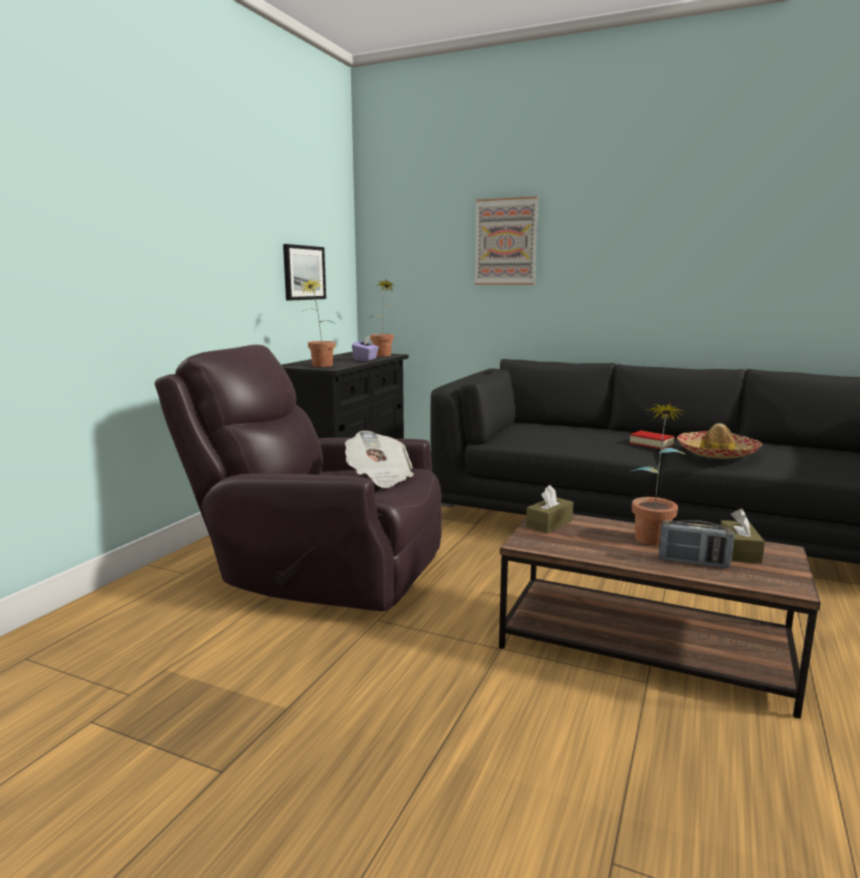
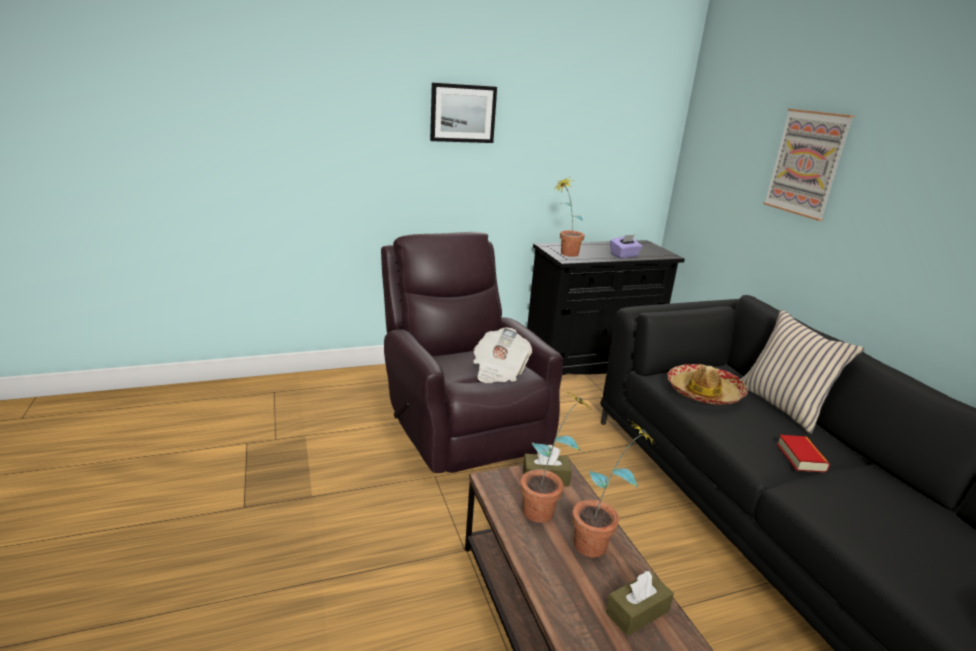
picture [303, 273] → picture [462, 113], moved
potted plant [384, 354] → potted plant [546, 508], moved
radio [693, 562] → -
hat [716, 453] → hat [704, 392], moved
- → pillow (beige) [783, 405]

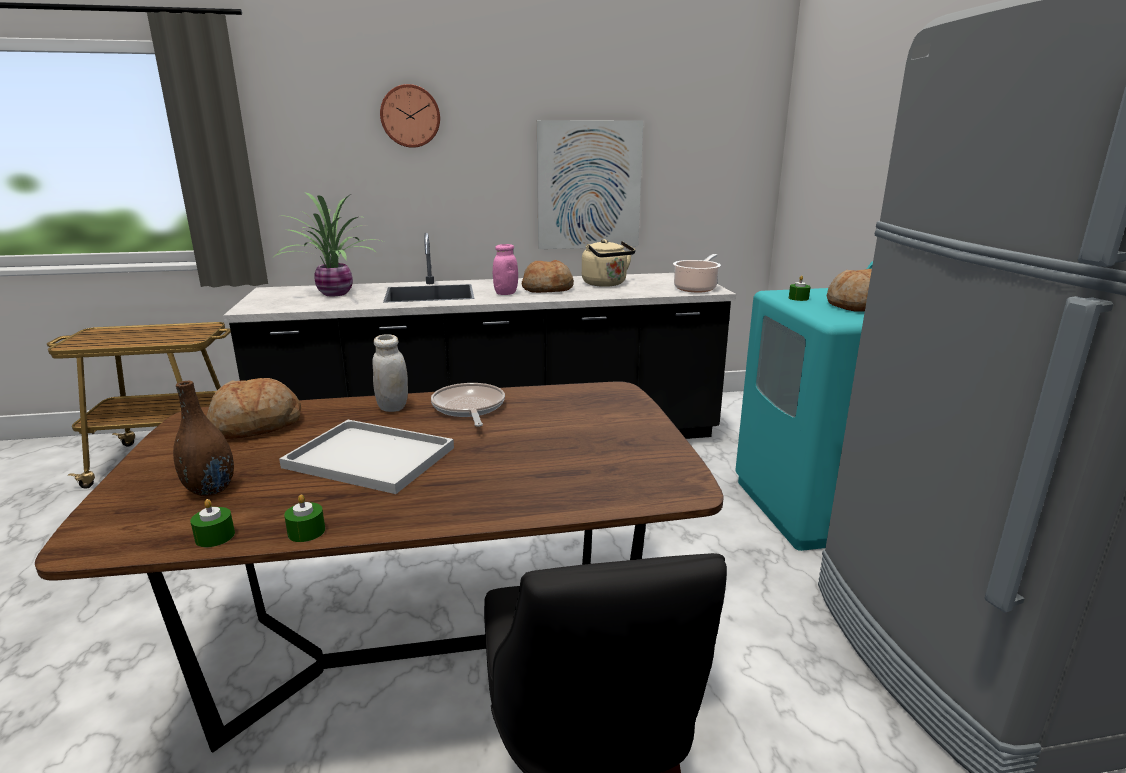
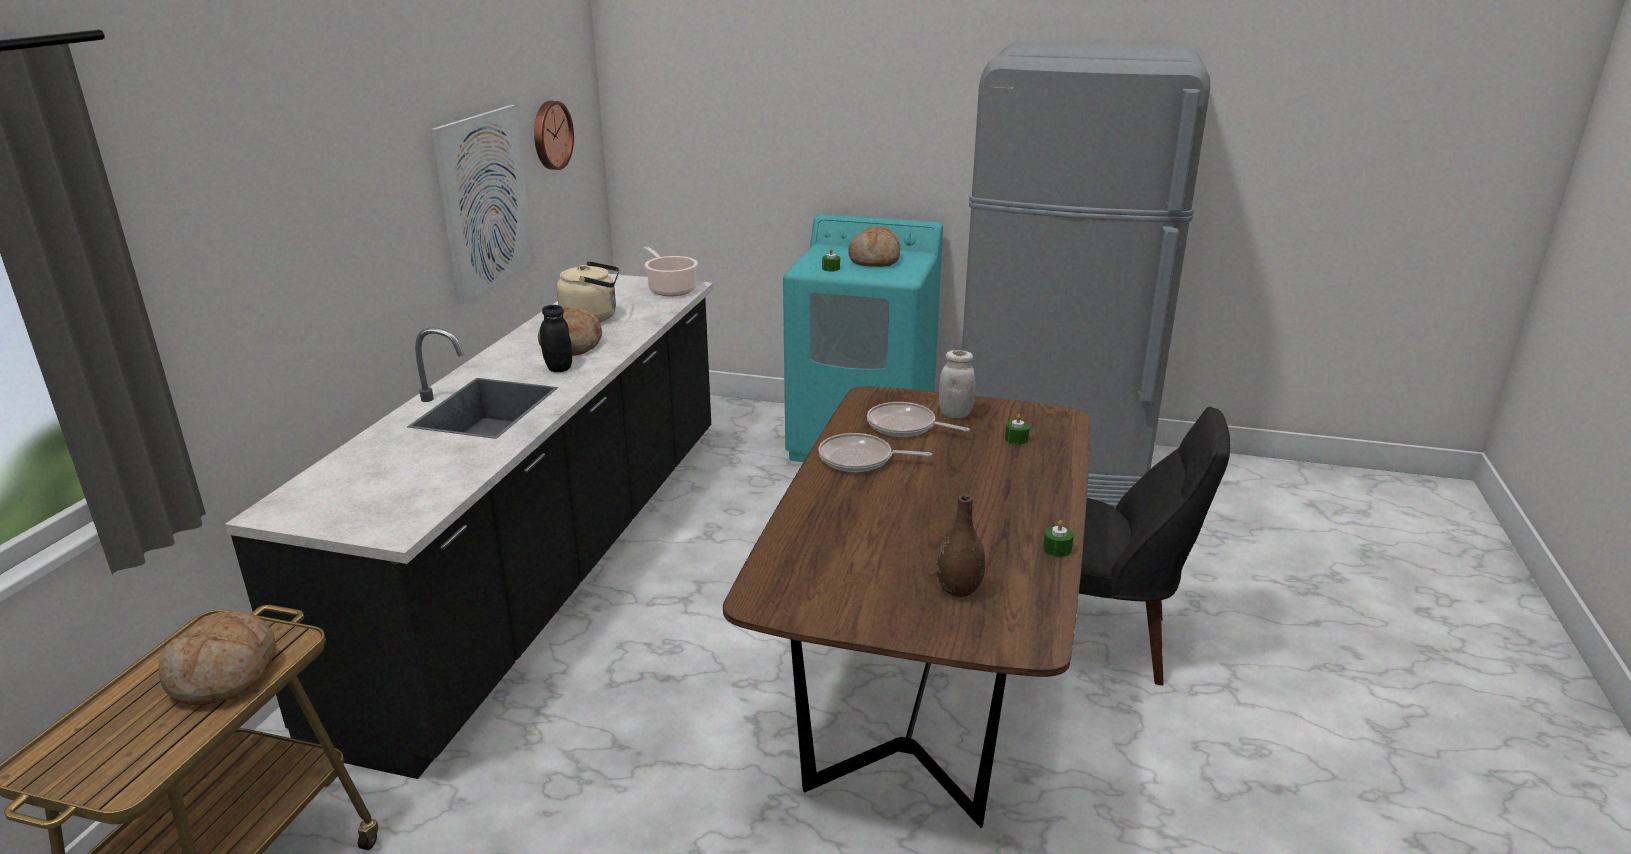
candle (green) [215, 537] → candle (green) [1016, 439], moved
bread [255, 425] → bread [225, 674], moved
potted plant [335, 294] → -
tray (white) [366, 458] → -
jar (white) [393, 407] → jar (white) [955, 414], moved
wall clock [410, 116] → wall clock [550, 135], moved
jar (pink) [505, 293] → jar (black) [559, 368]
- → frying pan [905, 426]

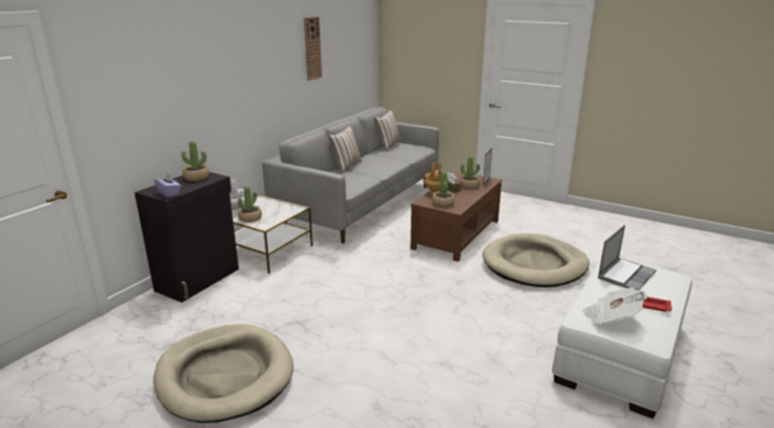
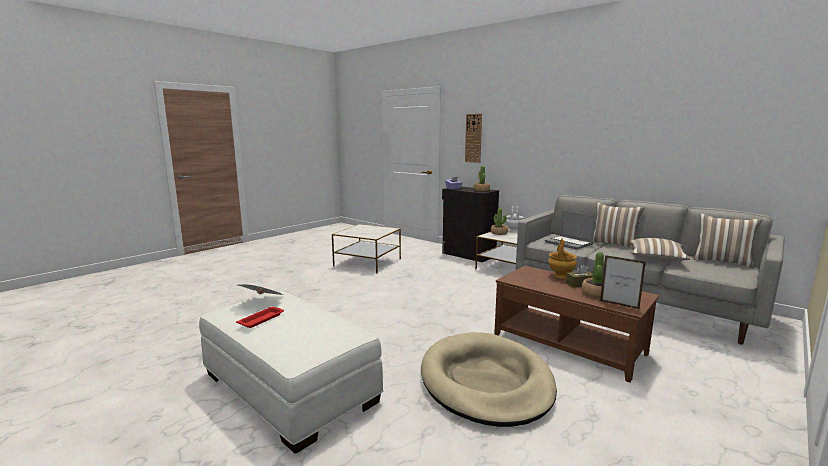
dog bed (beige) [225, 376] → side table [367, 262]
wall clock [312, 48] → wall clock [473, 138], moved
potted plant [443, 203] → -
laptop [625, 275] → laptop [569, 243], moved
- → pillow [656, 259]

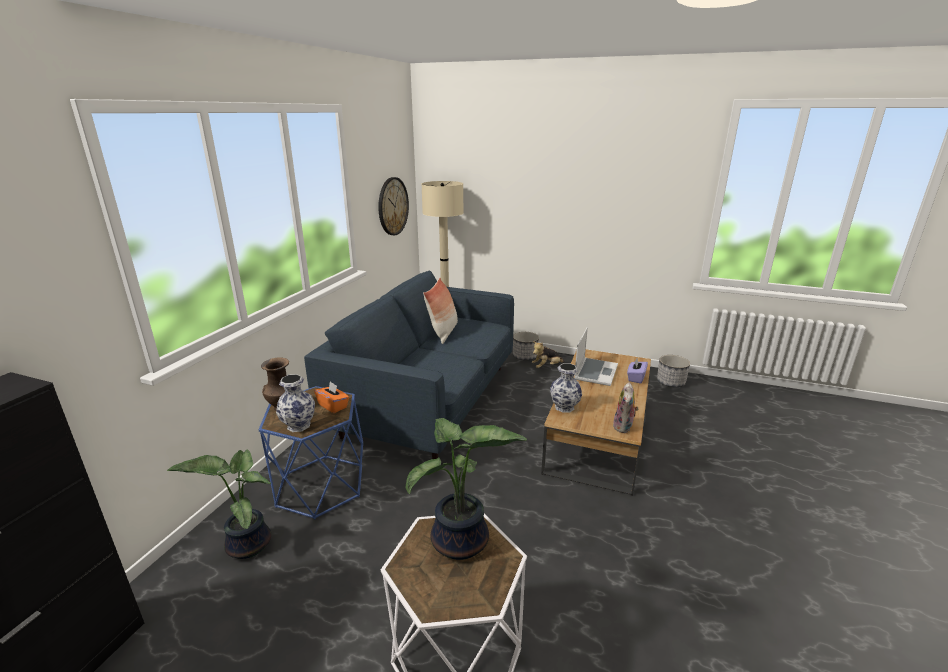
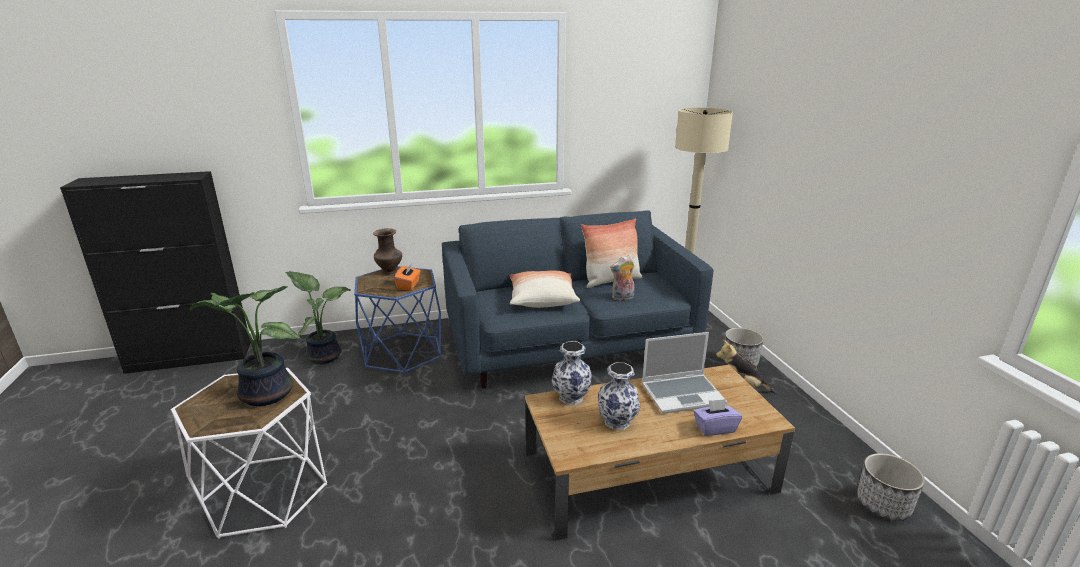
vase [299, 425] → vase [618, 421], moved
wall clock [392, 206] → -
plush toy [624, 427] → plush toy [622, 298], moved
- → pillow [542, 299]

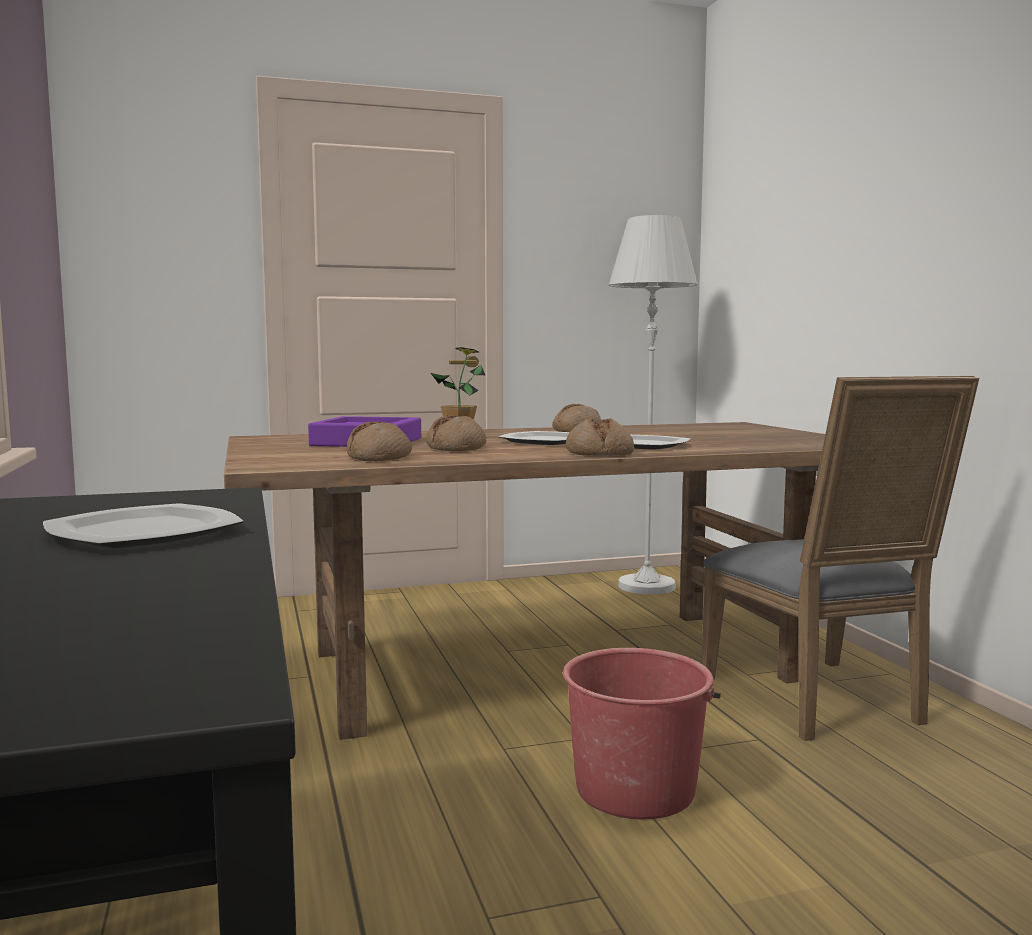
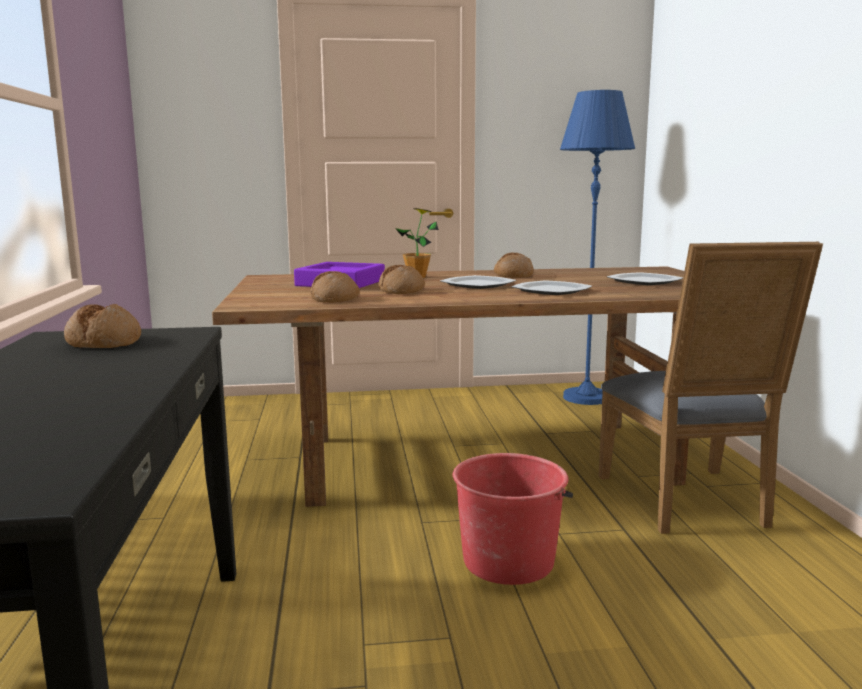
plate [143, 533] → plate [644, 281], moved
bread [599, 453] → bread [104, 342], moved
floor lamp (white) [646, 586] → floor lamp (blue) [586, 397]

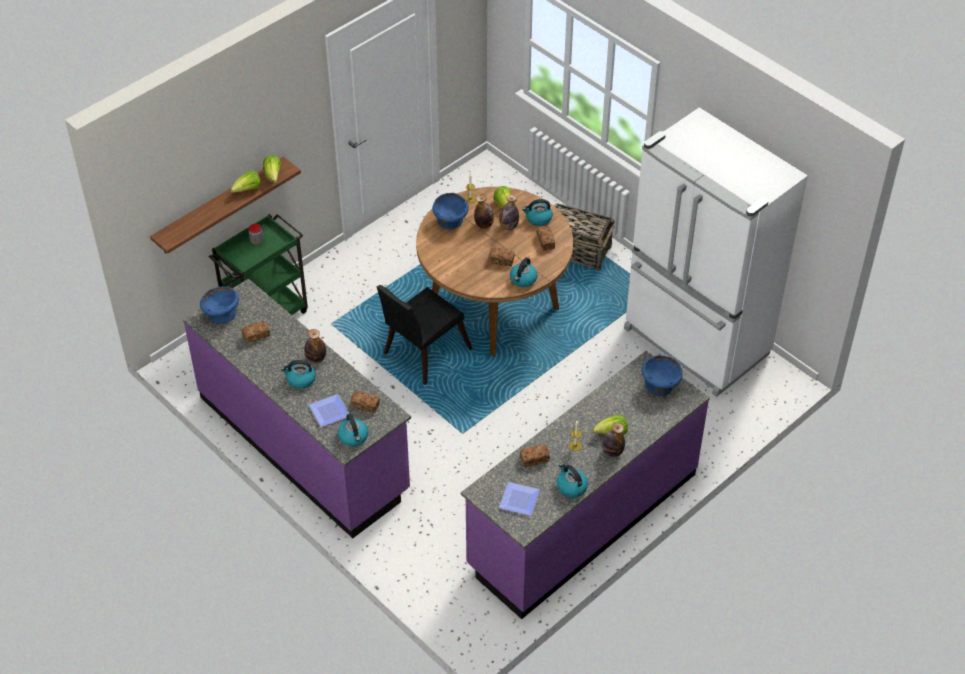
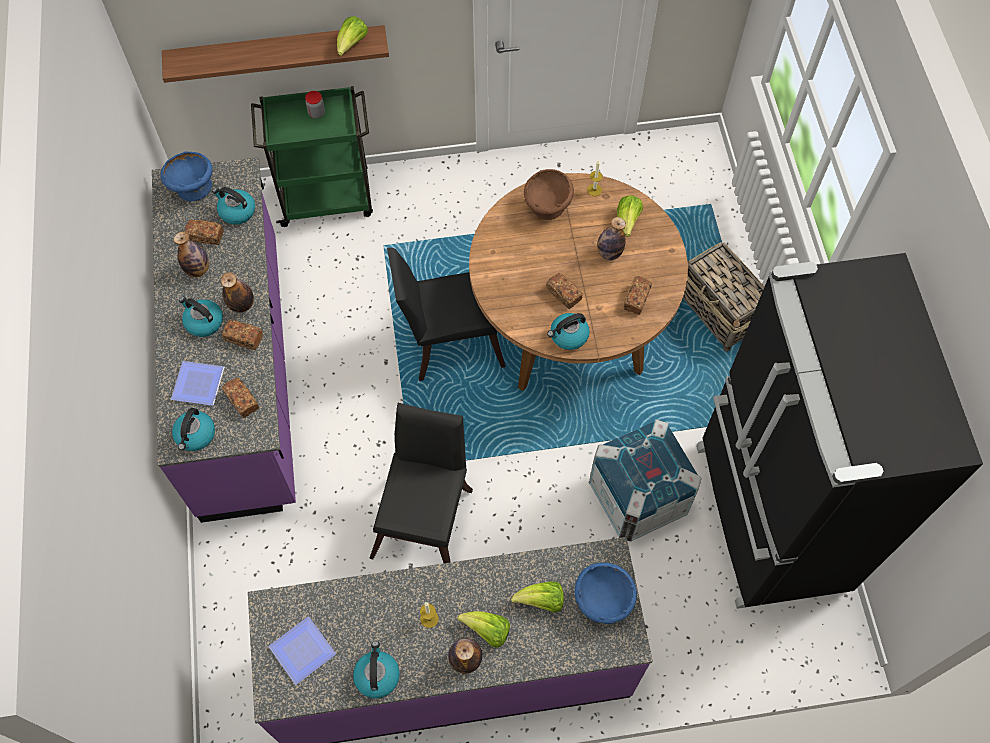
lettuce [248, 190] → lettuce [541, 601], moved
bowl (blue) [451, 221] → bowl (brown) [547, 207]
bottle [484, 225] → bottle [198, 269], moved
bread [534, 459] → bread [243, 338], moved
kettle [538, 218] → kettle [236, 211], moved
fridge (white) [695, 343] → fridge (black) [767, 518]
- → chair (black) [425, 516]
- → crate [638, 496]

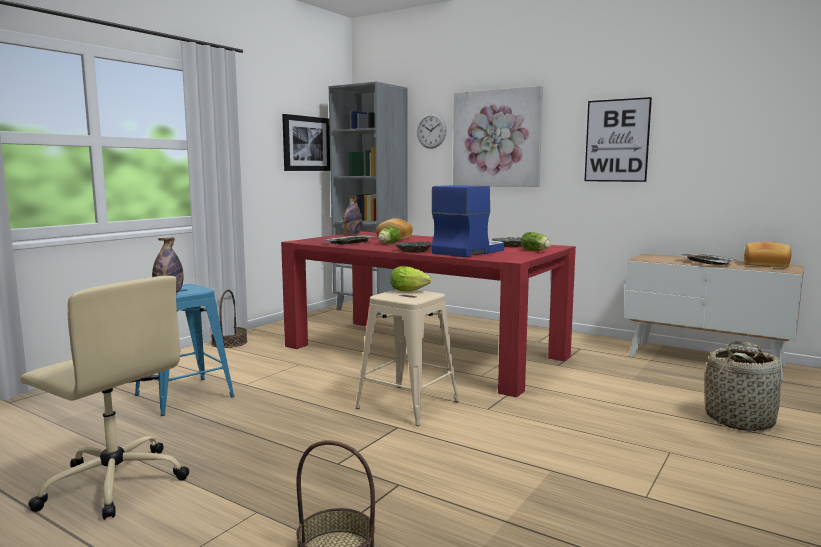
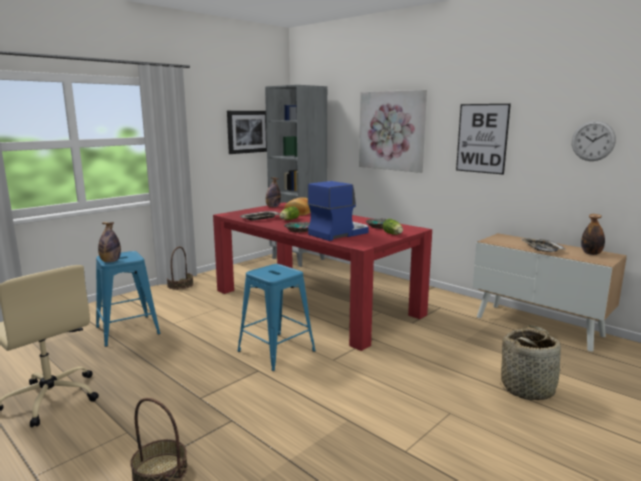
stool (beige) [408, 405] → stool (blue) [277, 351]
lettuce [411, 291] → -
wall clock [431, 131] → wall clock [593, 141], moved
bread [766, 265] → bottle [591, 253]

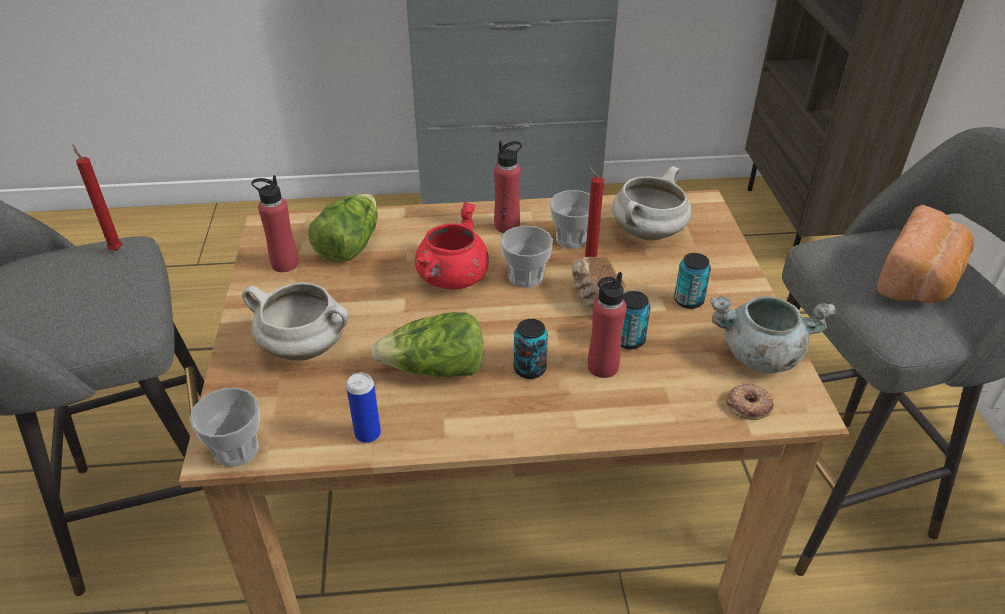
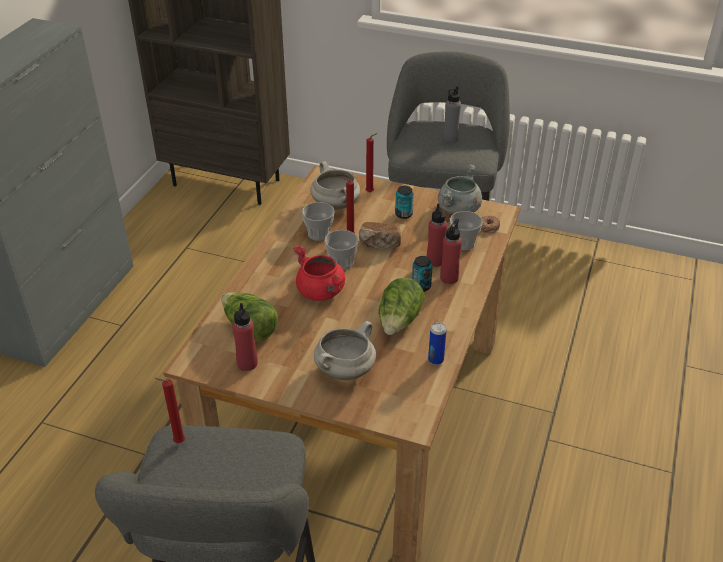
cup [236, 450] → cup [463, 243], moved
bottle (red) [507, 226] → bottle (red) [449, 278], moved
can [629, 340] → -
bread [919, 280] → bottle (grey) [450, 139]
- → candle (red) [371, 192]

